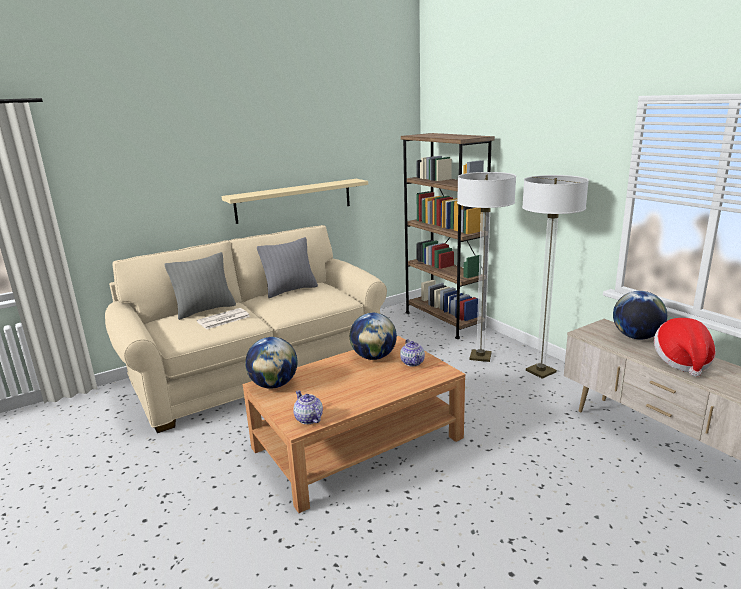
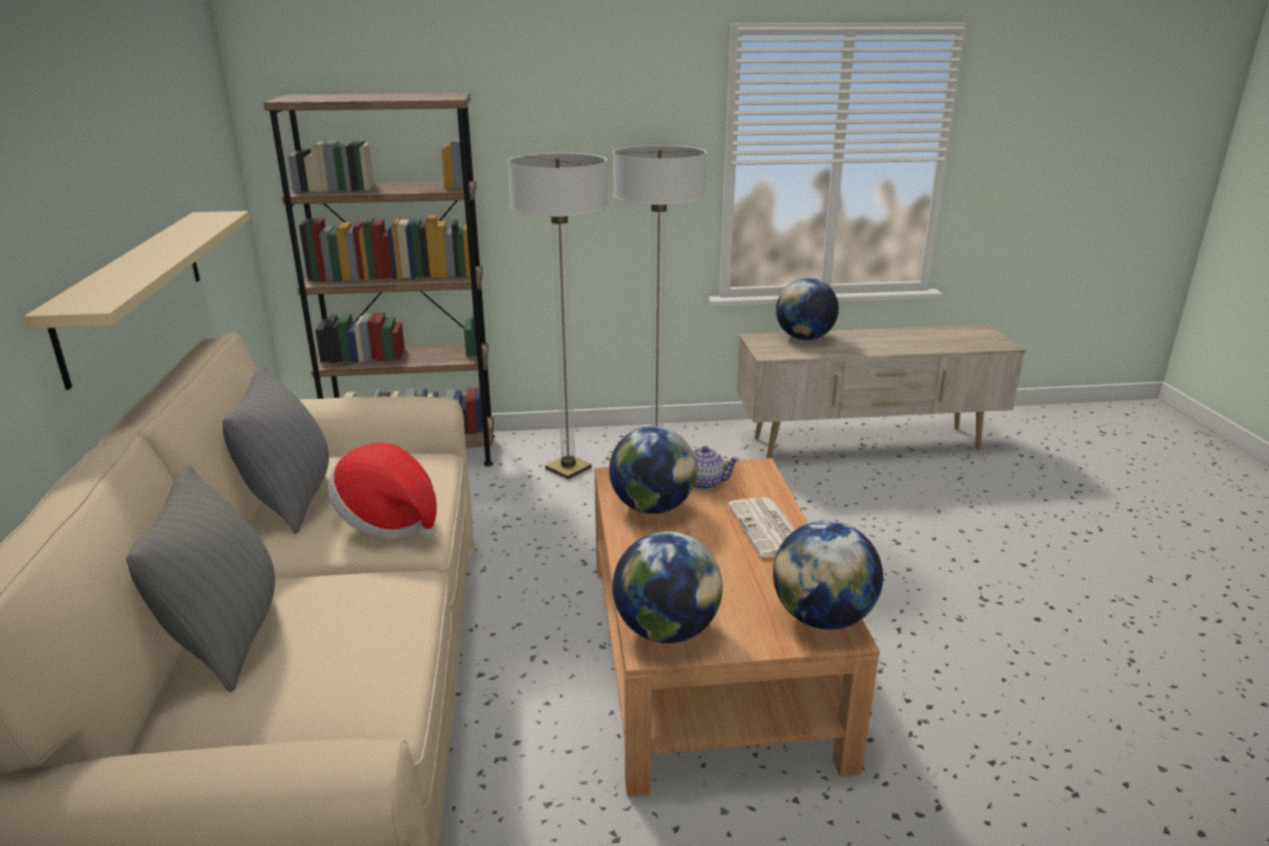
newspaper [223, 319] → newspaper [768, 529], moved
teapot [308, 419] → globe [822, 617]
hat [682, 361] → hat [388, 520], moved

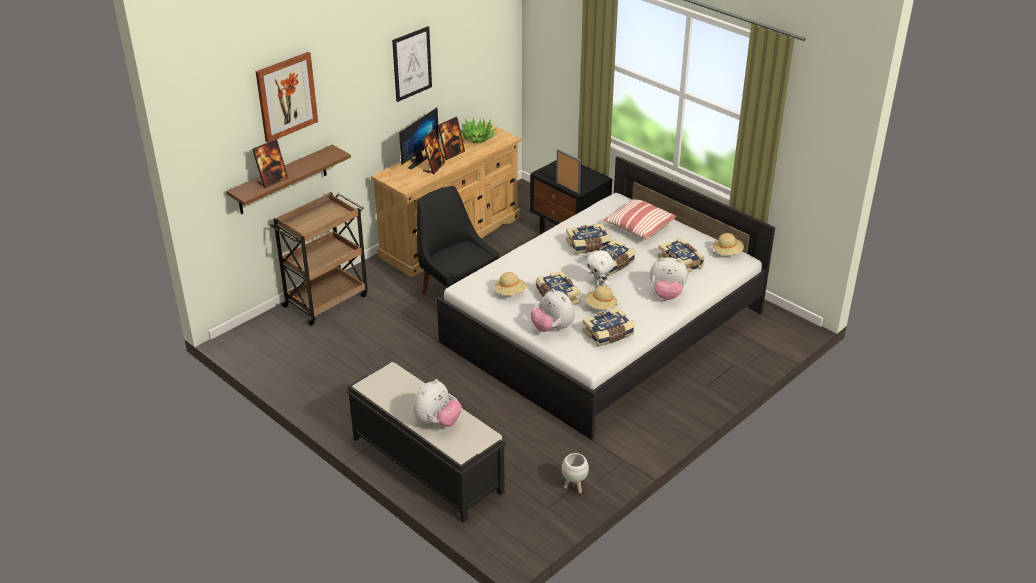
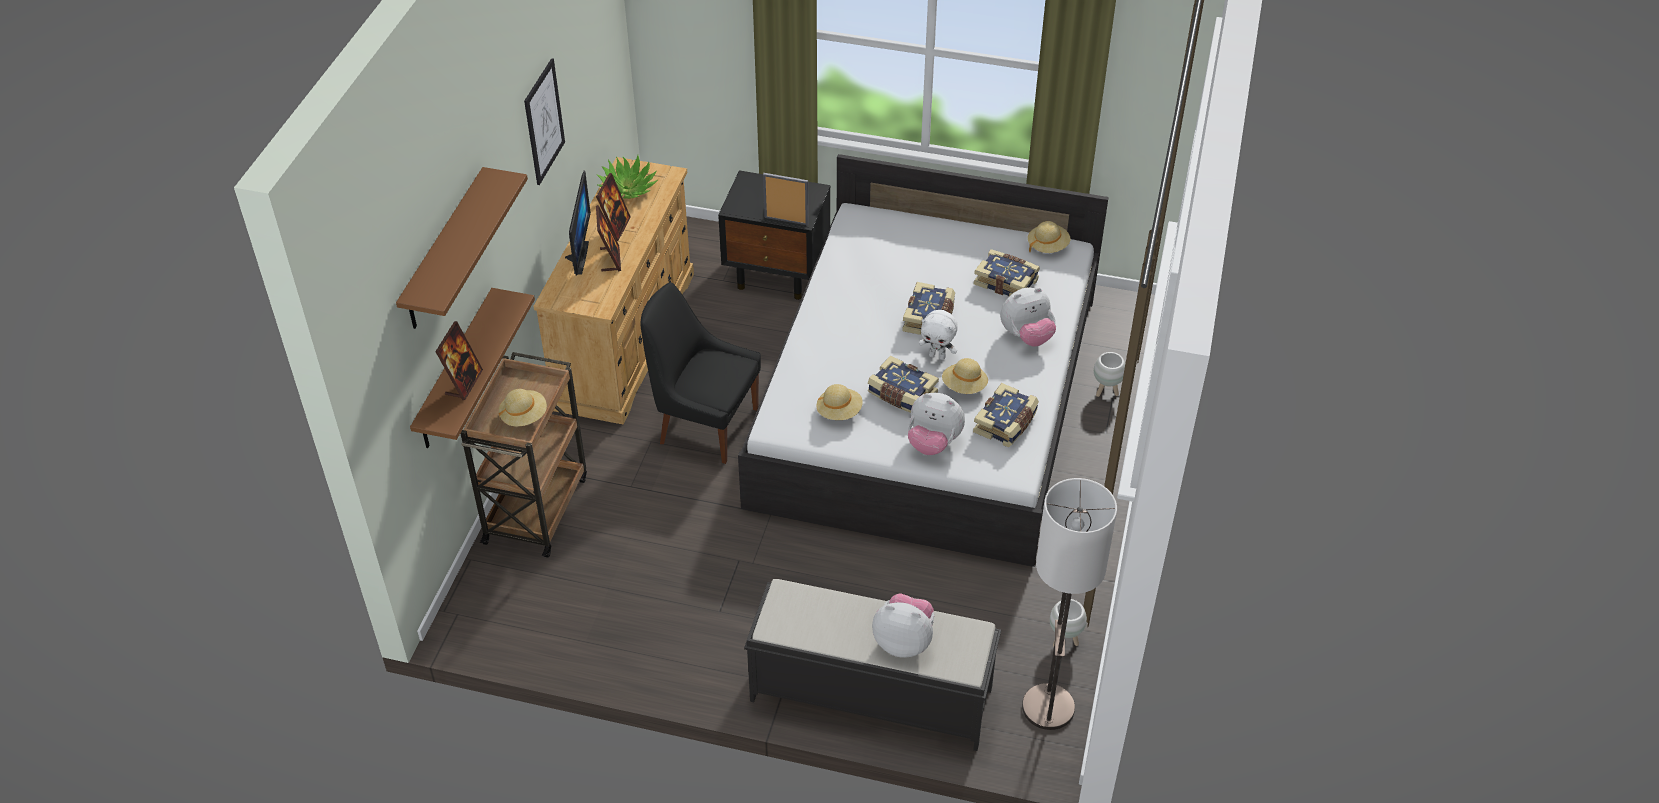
picture [286, 96] → shelf (brown) [445, 251]
plush toy [437, 422] → plush toy [904, 641], 75 degrees counterclockwise
book [588, 245] → -
pillow [638, 227] → -
- → hat (beige) [524, 416]
- → floor lamp [1048, 708]
- → planter (white) [1106, 391]

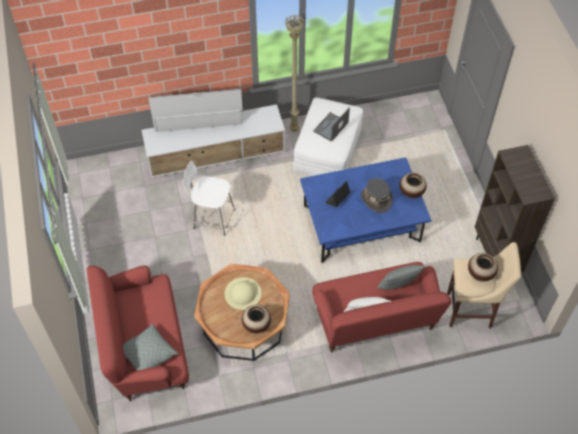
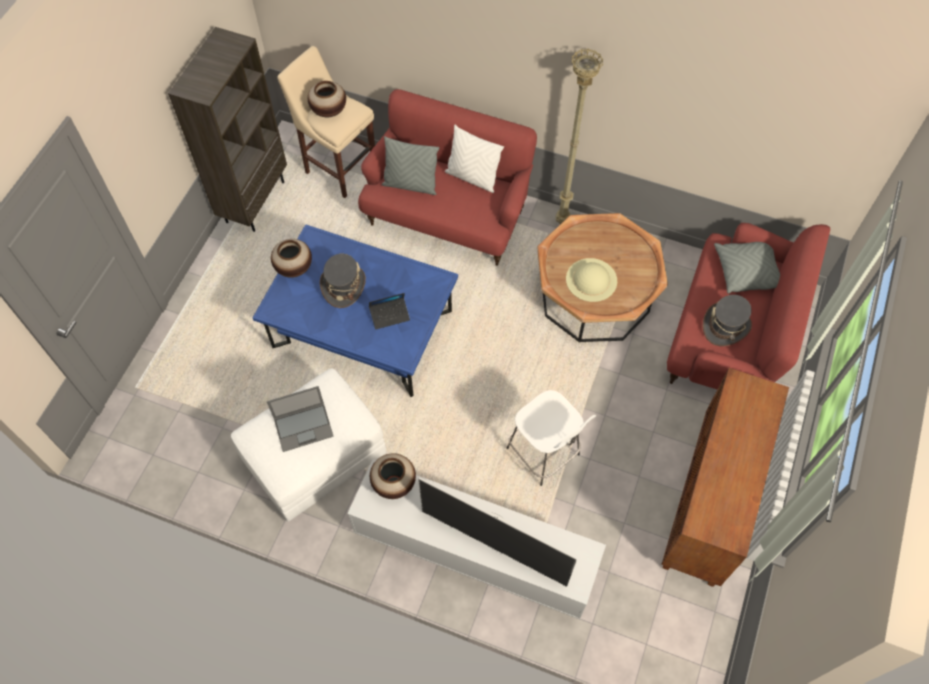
vase [256, 325] → vase [393, 483], moved
floor lamp (beige) [293, 129] → floor lamp (beige) [563, 221], moved
- → cabinet (brown) [709, 502]
- → hat (grey) [726, 326]

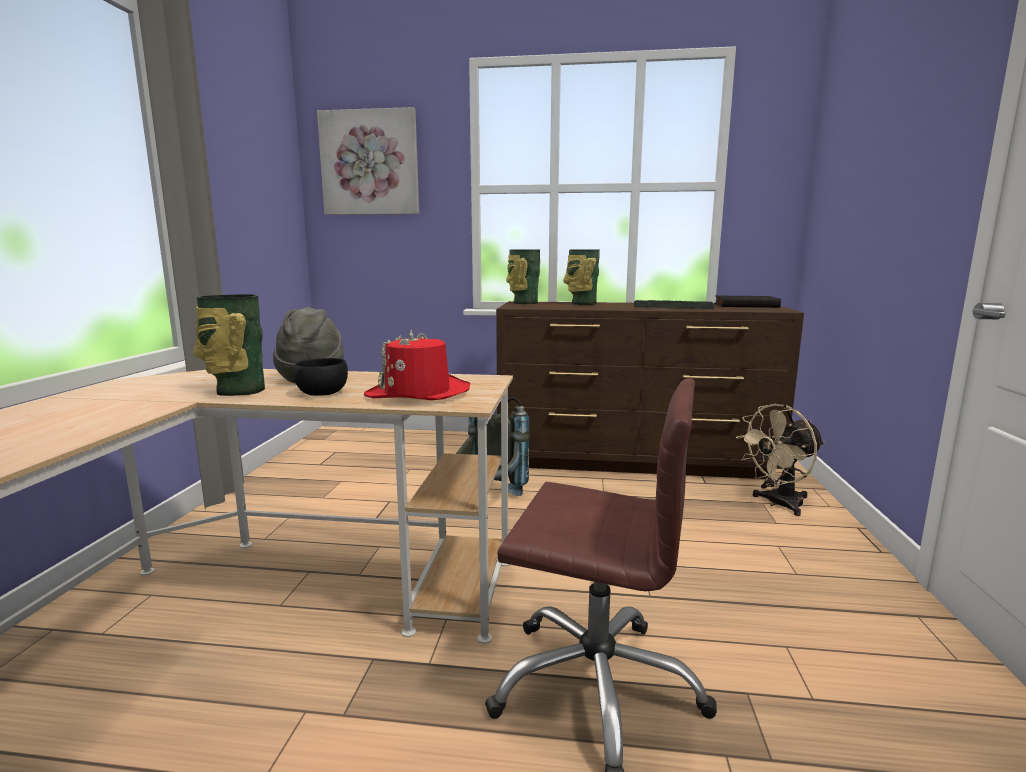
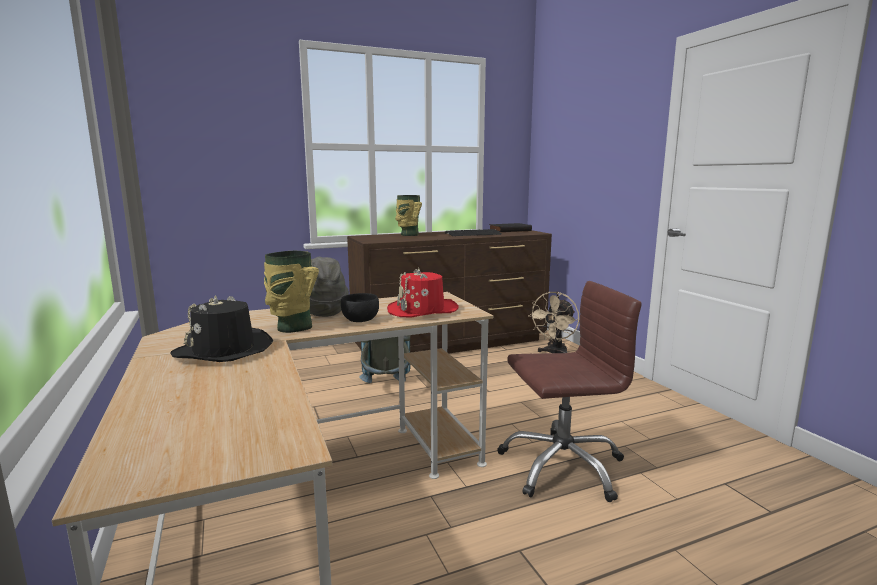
picture [370, 163] → -
vase [524, 303] → -
- → hat (black) [224, 350]

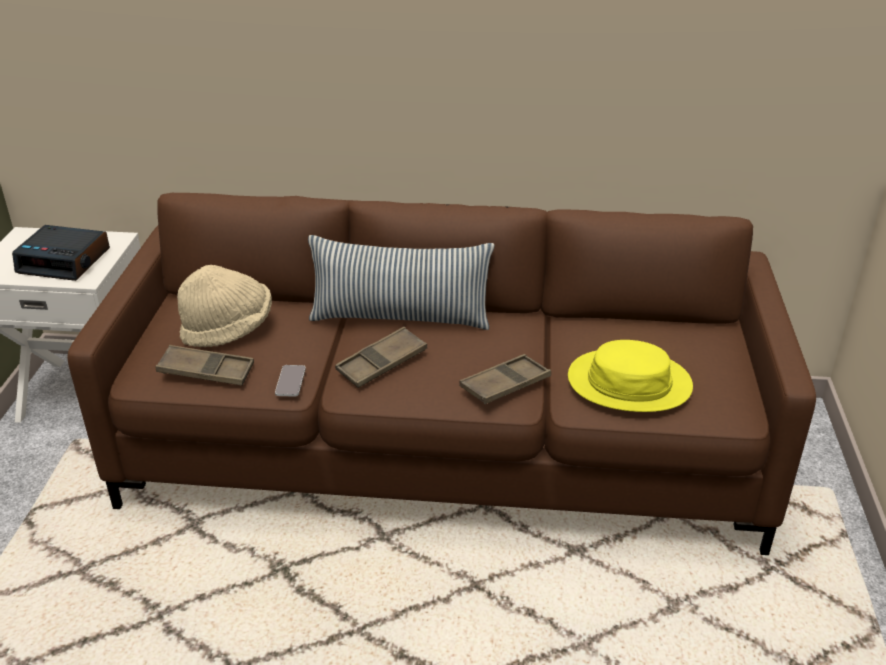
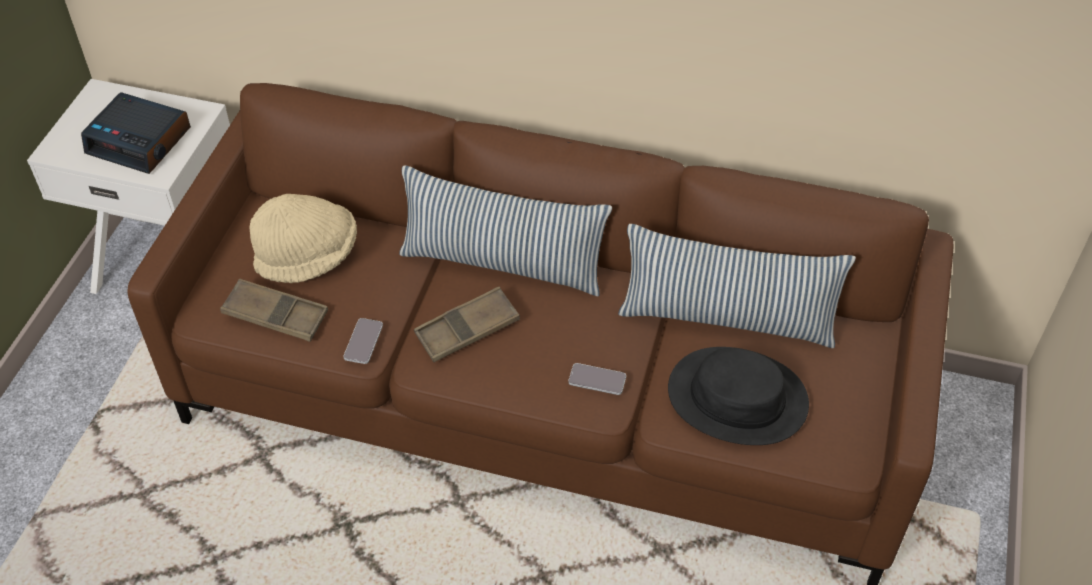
tray (brown) [505, 385] → phone [597, 380]
hat (yellow) [629, 382] → hat (black) [737, 397]
- → pillow [727, 319]

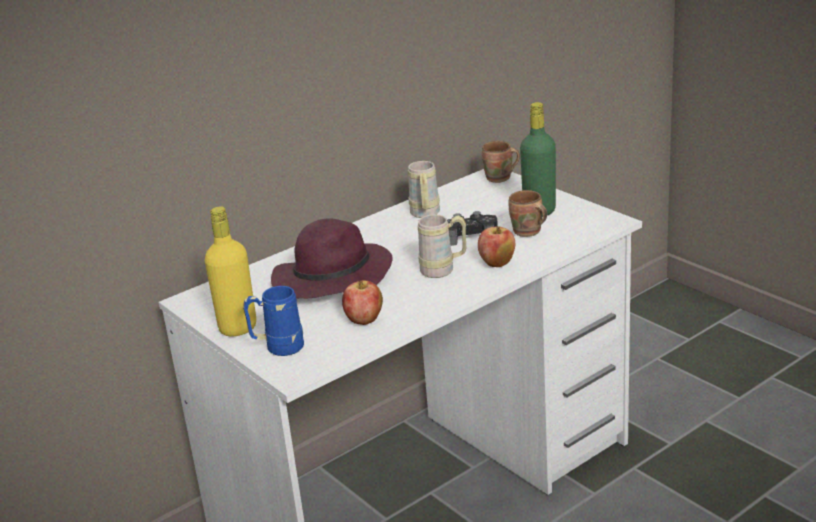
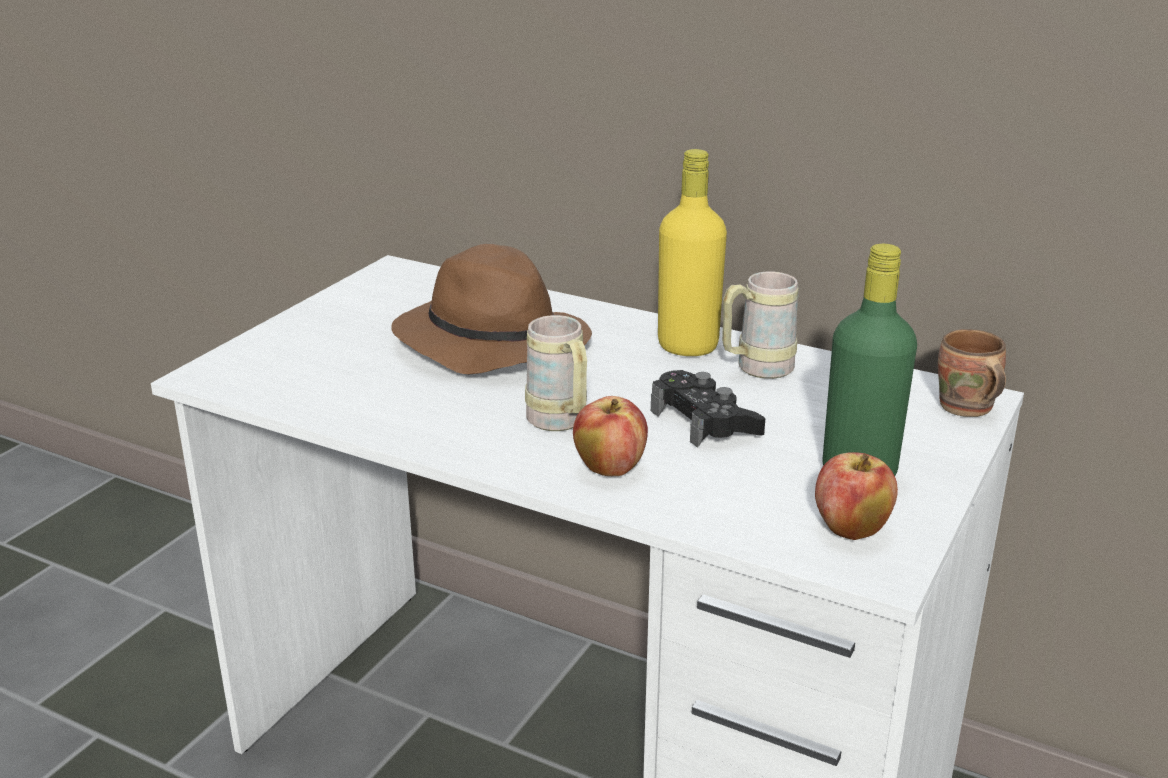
bottle (yellow) [238, 328] → bottle (yellow) [687, 346], moved
mug (blue) [277, 348] → -
hat (purple) [331, 279] → hat (brown) [489, 343]
apple [364, 320] → apple [850, 530], moved
mug (brown) [527, 232] → -

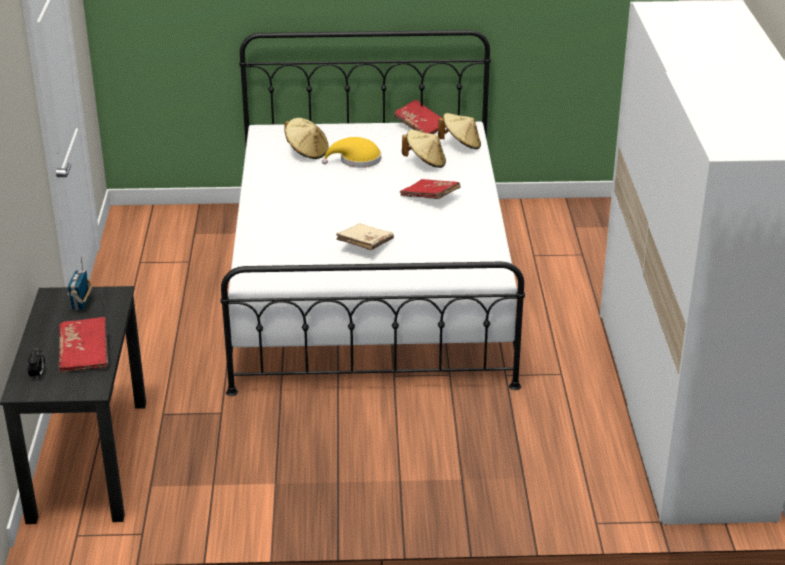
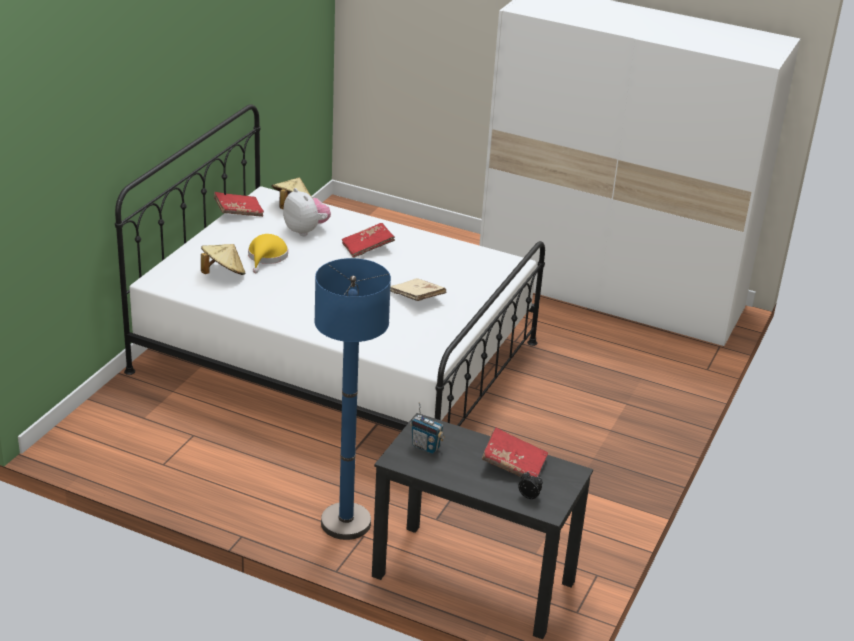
hat (beige) [425, 162] → plush toy [306, 230]
- → floor lamp (blue) [345, 523]

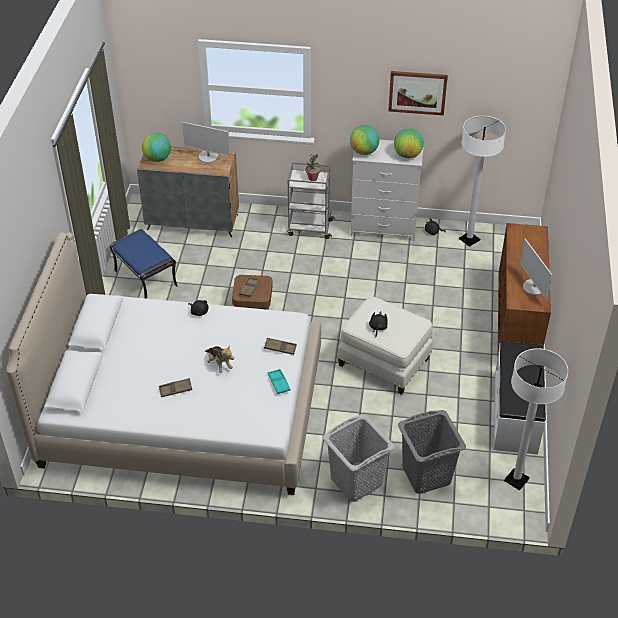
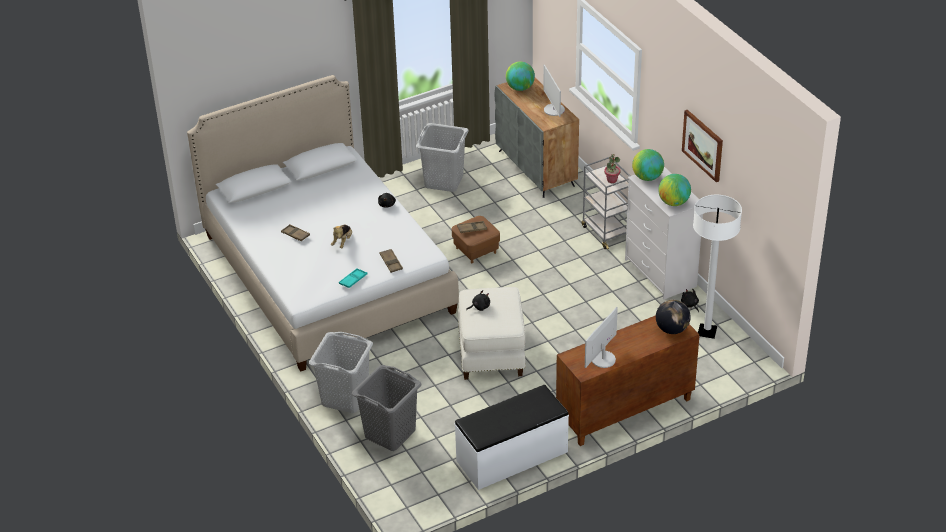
ottoman (blue) [146, 278] → laundry basket (grey) [444, 181]
floor lamp (white) [516, 480] → -
- → globe [672, 329]

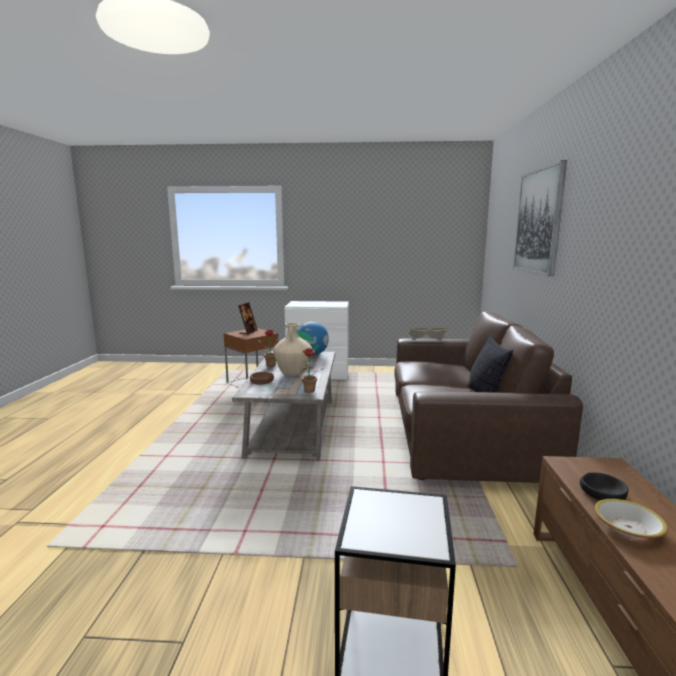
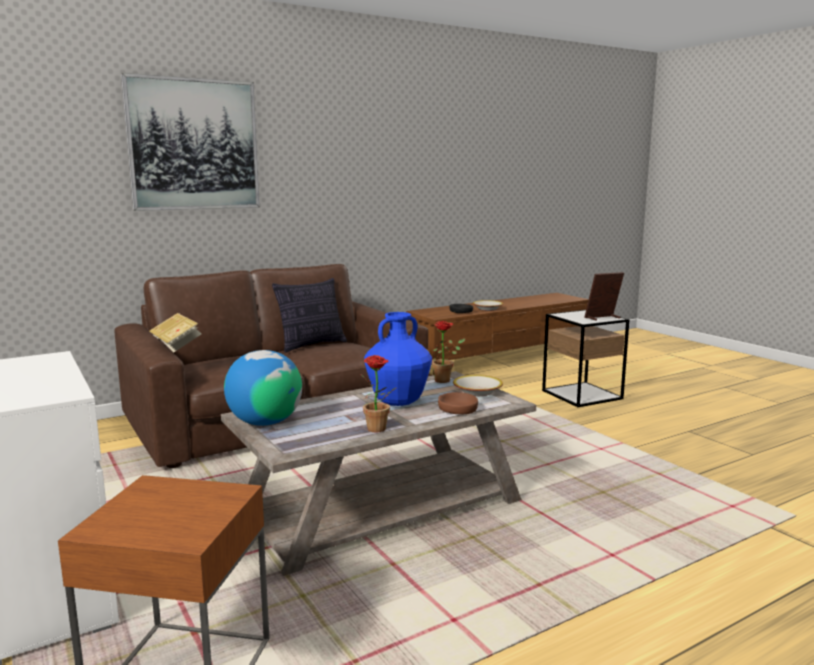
picture frame [248, 332] → picture frame [602, 318], moved
vase (beige) [293, 374] → vase (blue) [397, 403]
- → bowl [477, 392]

